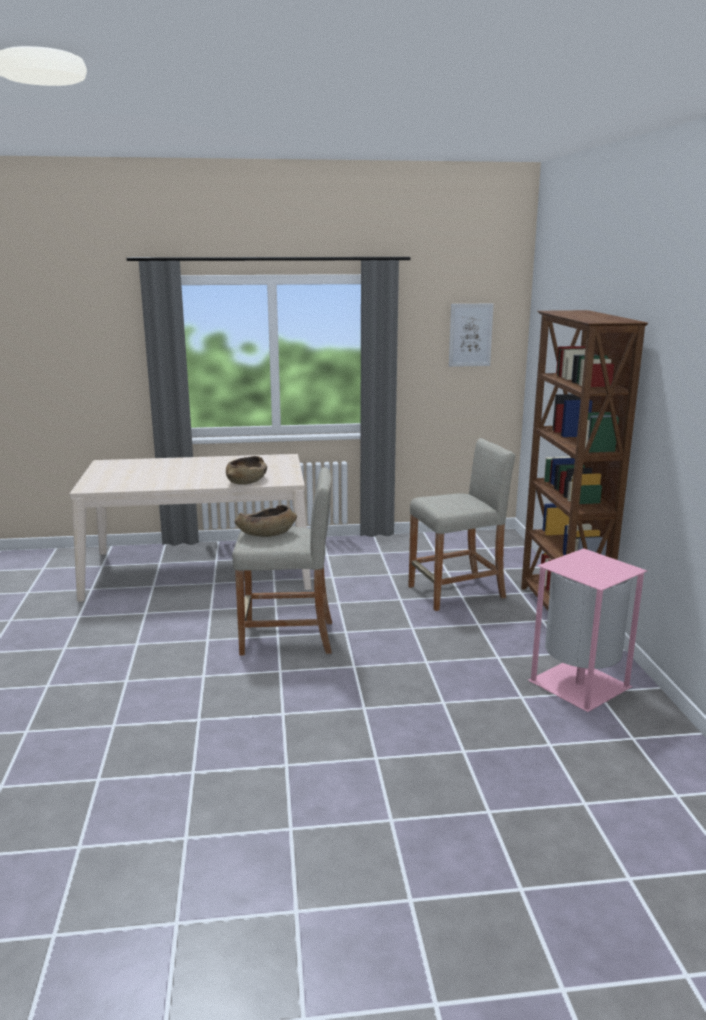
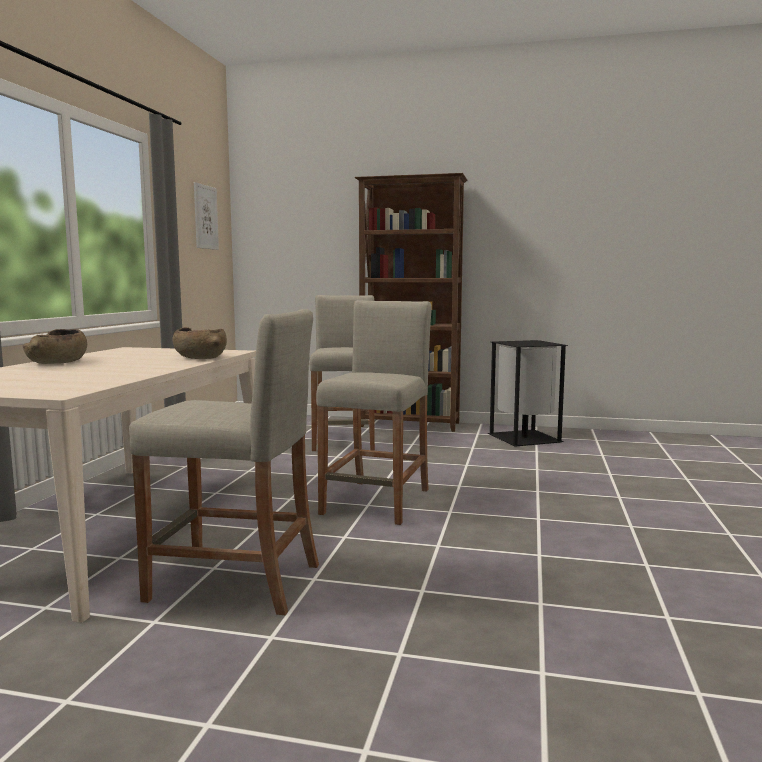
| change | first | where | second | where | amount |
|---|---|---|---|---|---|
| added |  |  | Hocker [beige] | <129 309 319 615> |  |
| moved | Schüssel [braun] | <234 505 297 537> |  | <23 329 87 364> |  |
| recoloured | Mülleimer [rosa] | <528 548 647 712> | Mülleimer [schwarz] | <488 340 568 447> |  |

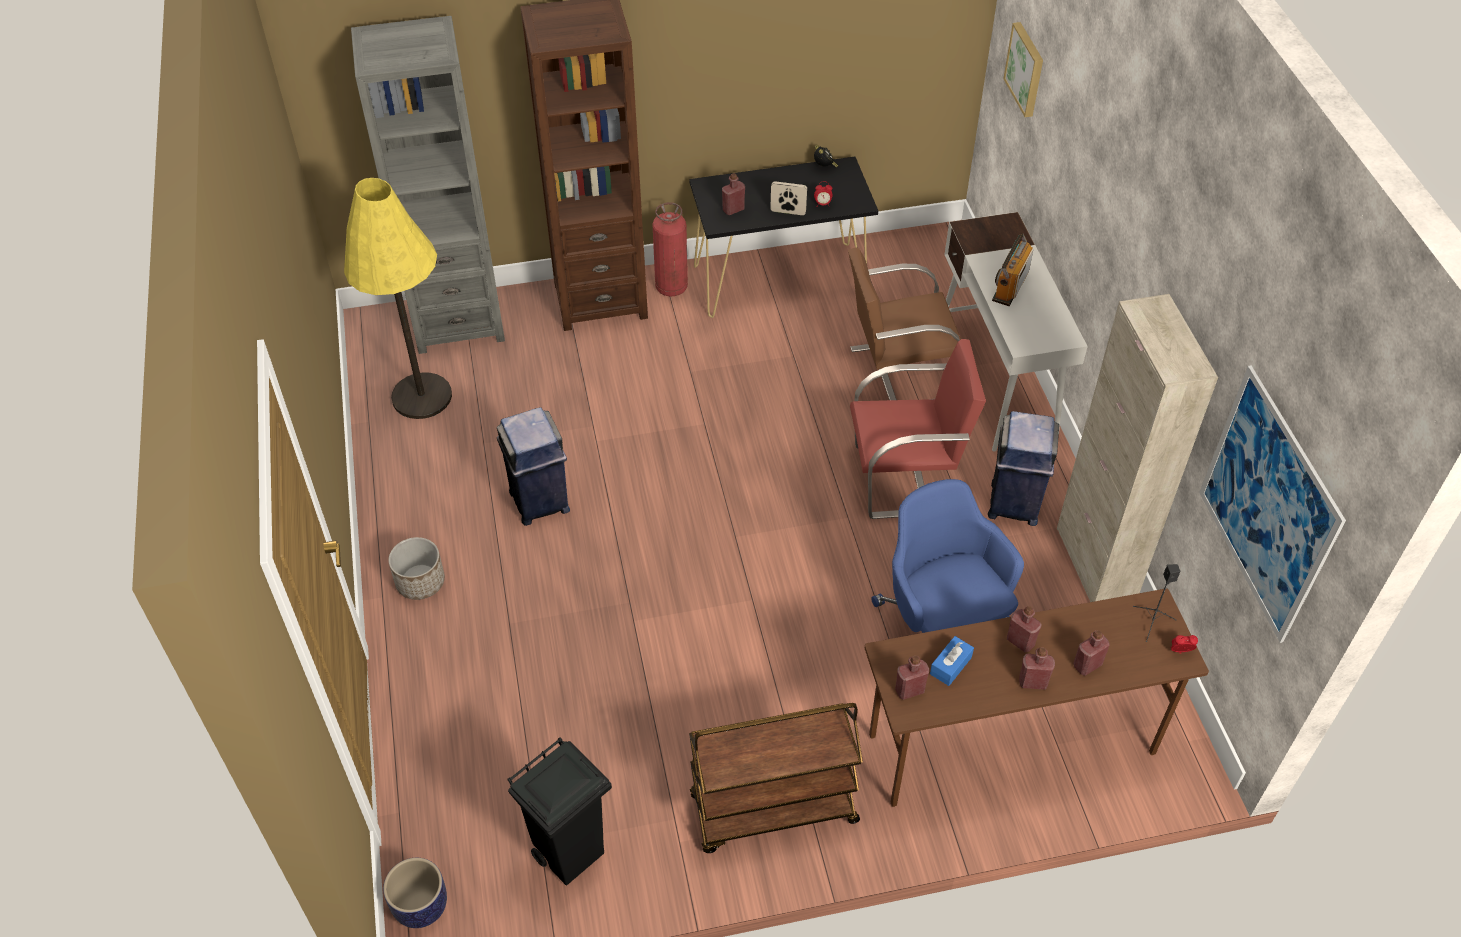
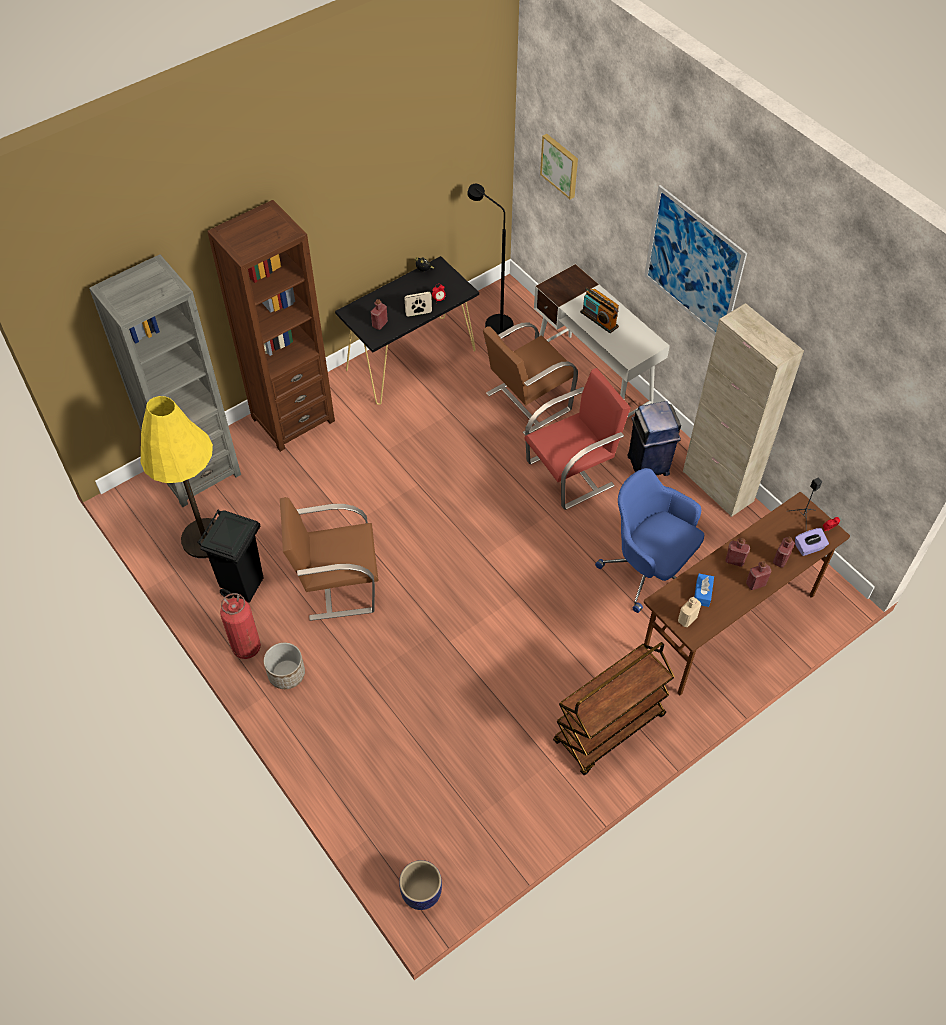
| change | first | where | second | where | amount |
|---|---|---|---|---|---|
| added |  |  | Stehlampe [schwarz] | <467 184 514 337> |  |
| added |  |  | Taschentuchbox [lila] | <795 528 829 556> |  |
| moved | Mülleimer [schwarz] | <507 737 612 885> |  | <197 510 263 603> |  |
| moved | Feuerlöscher | <652 202 688 296> |  | <220 593 261 659> |  |
| moved | Bild | <1199 365 1346 643> |  | <644 185 747 335> |  |
| replaced | Mülleimer [blau] | <497 407 570 526> | Stuhl [braun] | <280 497 378 621> |  |
| recoloured | Flasche [rot] | <895 655 929 700> | Flasche [beige] | <678 597 701 627> |  |
| turned | Radio | <992 233 1033 306> |  | <580 287 619 333> | 45 degrees counterclockwise |

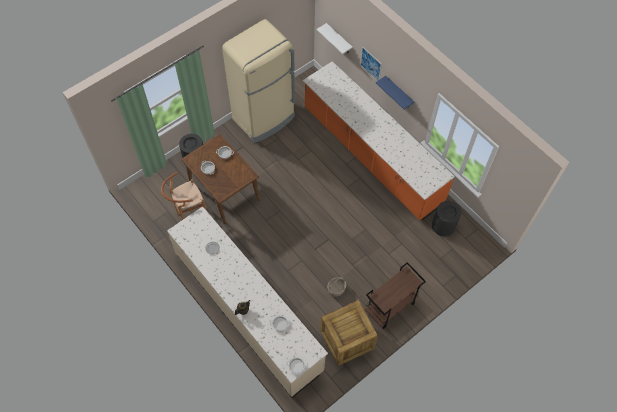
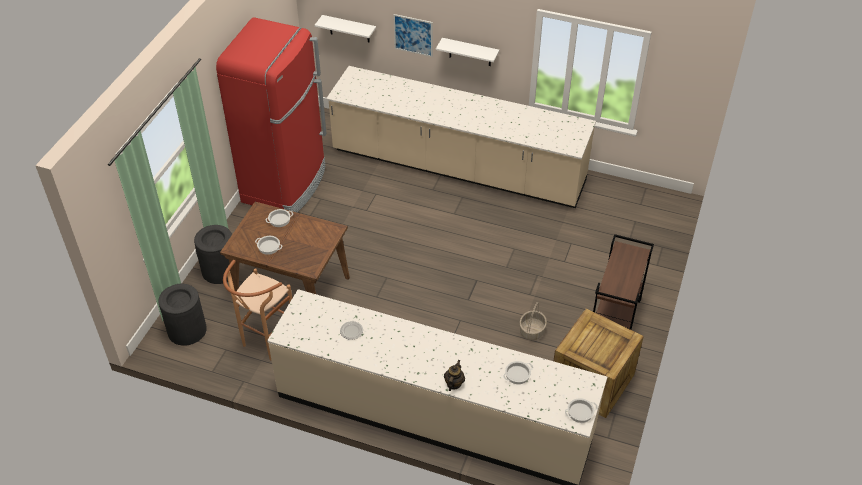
| change | first | where | second | where | amount |
|---|---|---|---|---|---|
| moved | Mülleimer [schwarz] | <432 201 461 237> |  | <158 284 207 346> |  |
| recoloured | Kühlschrank [beige] | <222 19 295 143> | Kühlschrank [rot] | <216 17 326 213> |  |
| recoloured | Küchenzeile [orange] | <303 61 455 221> | Küchenzeile [beige] | <326 66 596 208> |  |
| recoloured | Wandregal [blau] | <376 76 414 110> | Wandregal [weiß] | <436 38 499 66> |  |

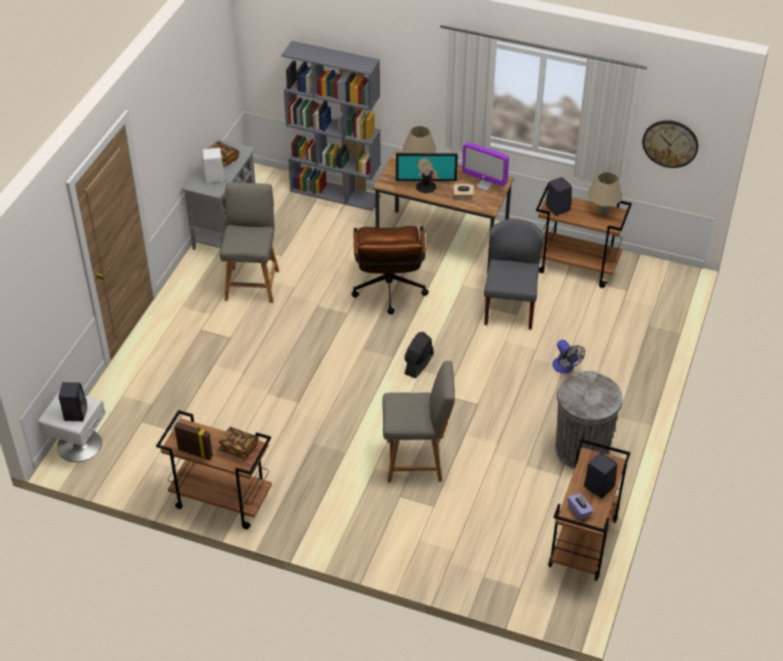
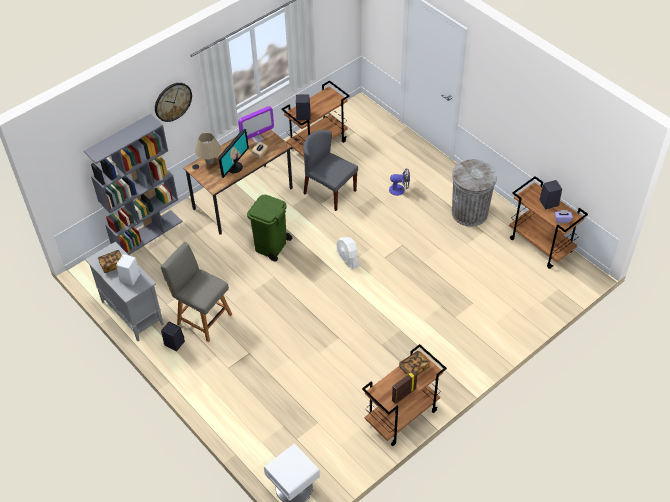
| change | first | where | second | where | amount |
|---|---|---|---|---|---|
| removed | Stuhl [grau] | <382 361 455 482> |  |  |  |
| removed | Tischlampe [beige] | <588 172 622 215> |  |  |  |
| moved | Lautsprecher [schwarz] | <59 382 87 421> |  | <161 321 185 351> |  |
| moved | Wanduhr | <642 120 698 168> |  | <155 83 192 122> |  |
| replaced | Bürostuhl [braun] | <351 226 429 315> | Mülleimer [grün] | <247 195 292 261> |  |
| recoloured | Ventilator [schwarz] | <404 332 434 378> | Ventilator [weiß] | <337 237 360 270> |  |

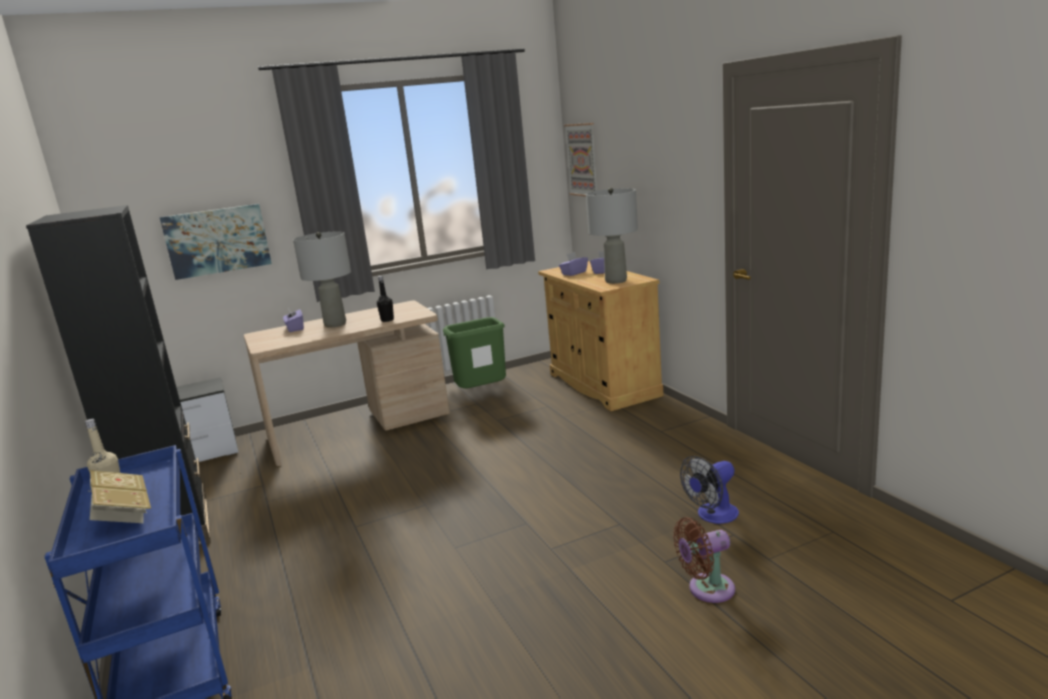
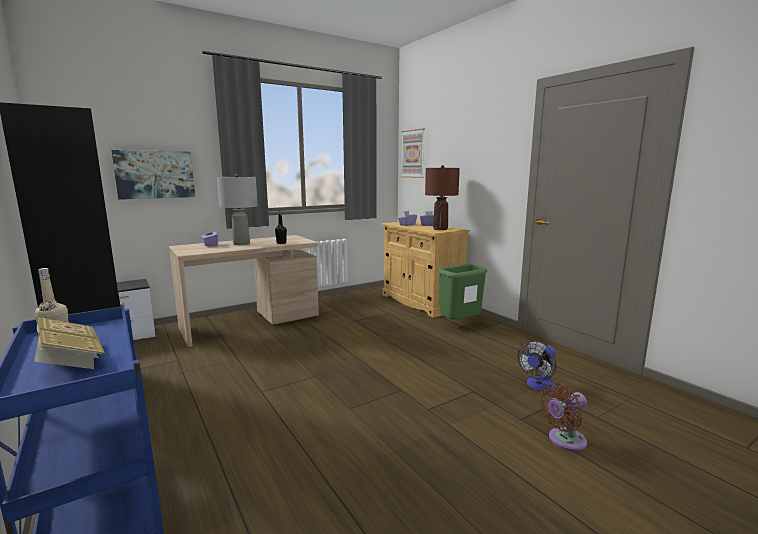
| change | first | where | second | where | amount |
|---|---|---|---|---|---|
| moved | Mülleimer [grün] | <443 317 506 388> |  | <437 264 488 320> |  |
| recoloured | Tischlampe [grau] | <586 188 638 284> | Tischlampe [braun] | <425 165 460 230> |  |

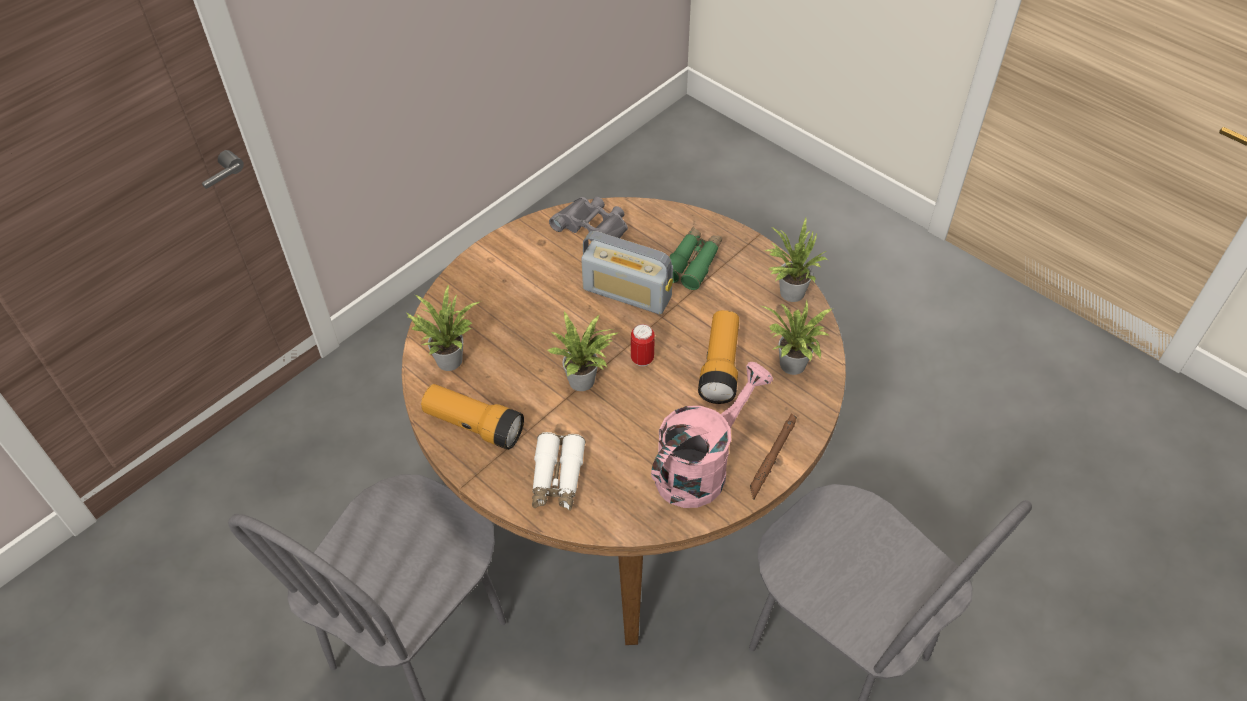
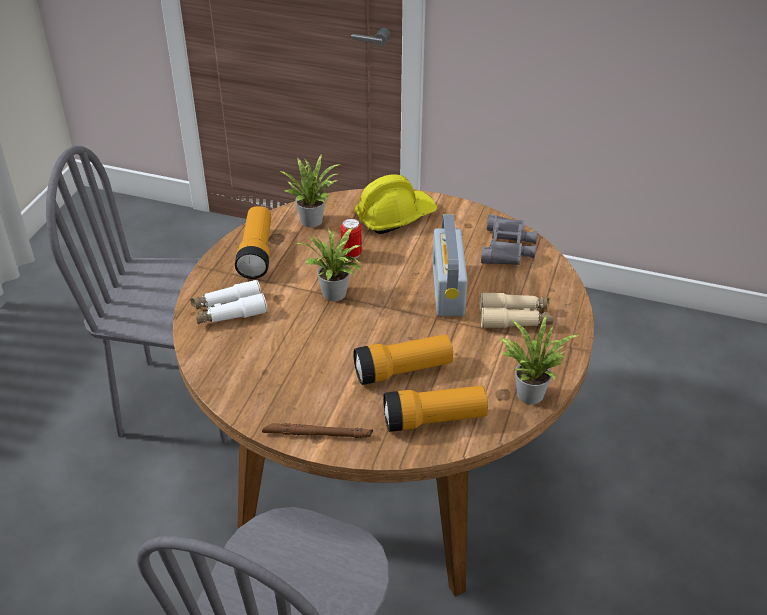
| change | first | where | second | where | amount |
|---|---|---|---|---|---|
| removed | Gießkanne [rosa] | <651 362 773 508> |  |  |  |
| added |  |  | Schutzhelm [gelb] | <355 174 437 234> |  |
| moved | Dose | <631 324 655 366> |  | <341 218 362 259> |  |
| replaced | Topfpflanze | <761 301 834 375> | Taschenlampe | <383 386 488 432> |  |
| recoloured | Fernglas [grün] | <669 227 722 290> | Fernglas [beige] | <480 292 553 328> |  |

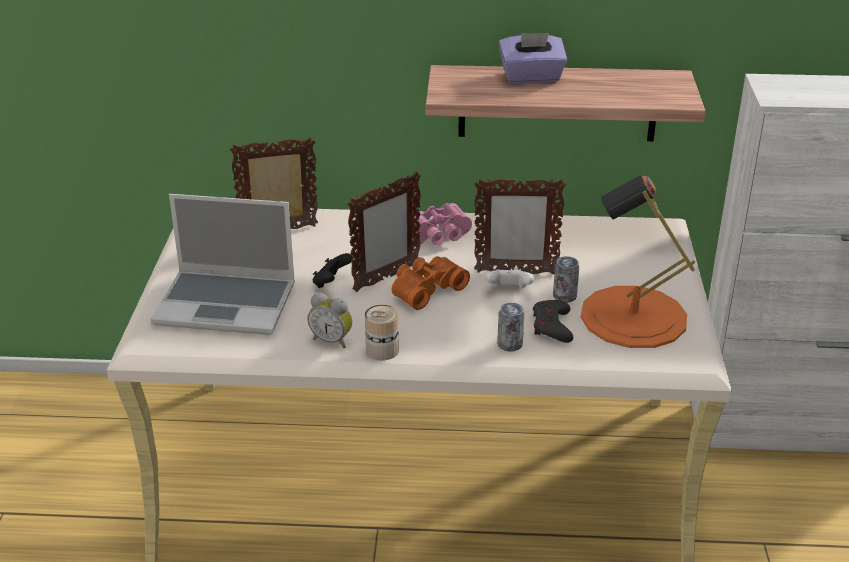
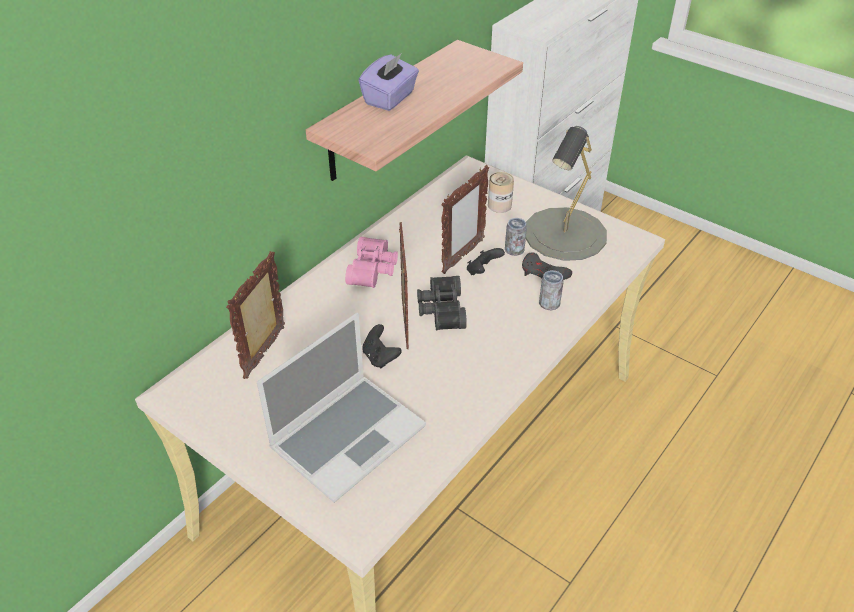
| change | first | where | second | where | amount |
|---|---|---|---|---|---|
| removed | Wecker | <307 293 352 348> |  |  |  |
| moved | Dose | <365 305 399 360> |  | <488 172 514 213> |  |
| recoloured | Fernglas [orange] | <392 256 470 310> | Fernglas [schwarz] | <417 276 467 330> |  |
| recoloured | Gamepad [weiß] | <485 268 534 288> | Gamepad [schwarz] | <467 248 505 275> |  |
| recoloured | Tischlampe [orange] | <581 175 695 348> | Tischlampe [grau] | <526 126 607 261> |  |

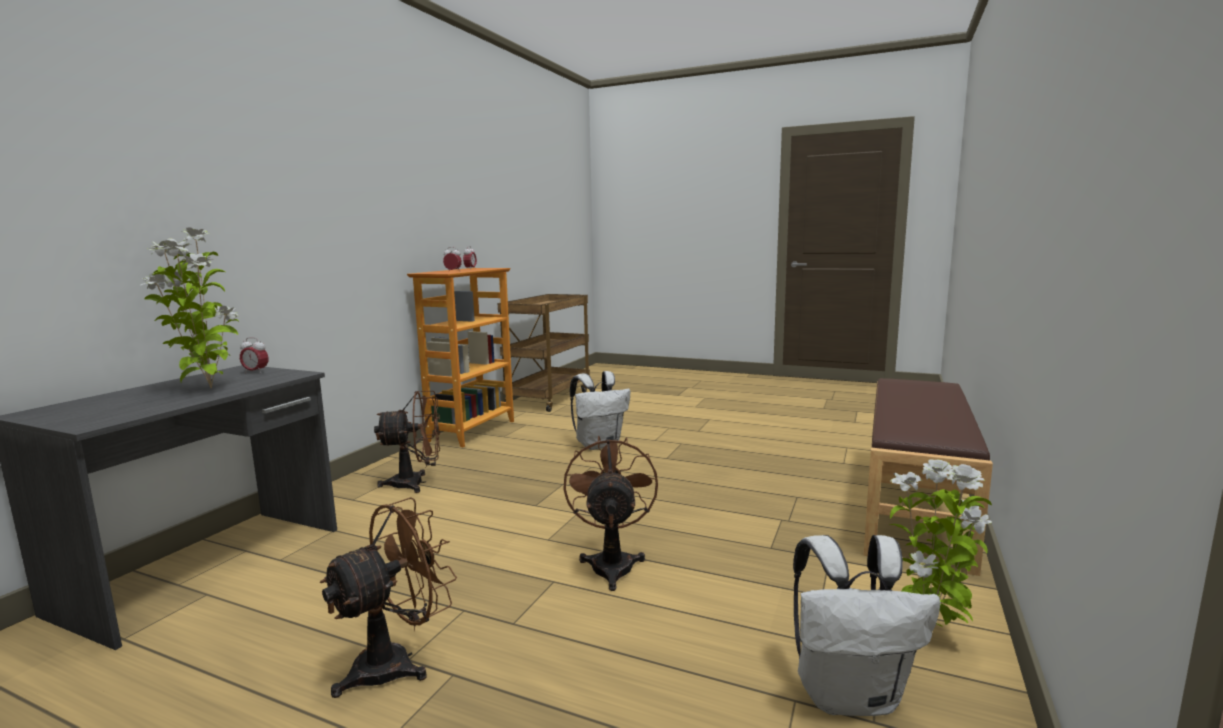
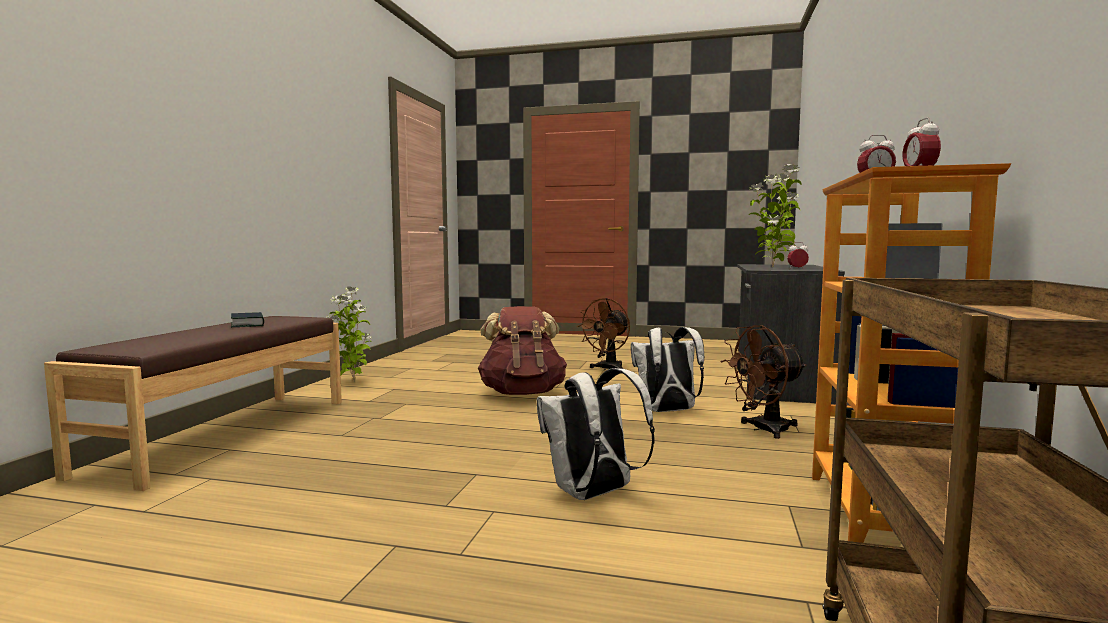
| change | first | where | second | where | amount |
|---|---|---|---|---|---|
| added |  |  | Buch | <231 312 264 327> |  |
| moved | Rucksack [weiß] | <793 535 941 716> |  | <631 327 704 412> |  |
| replaced | Ventilator [braun] | <564 436 658 591> | Rucksack [braun] | <478 306 567 395> |  |

